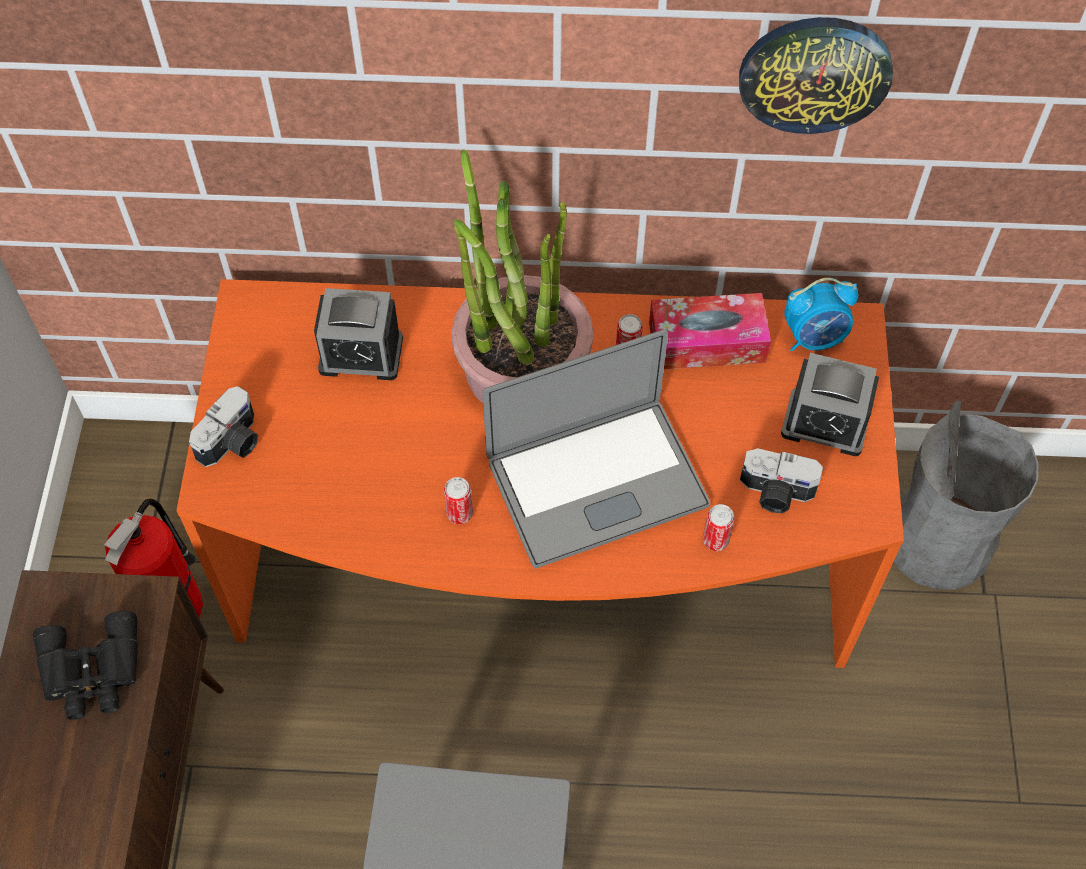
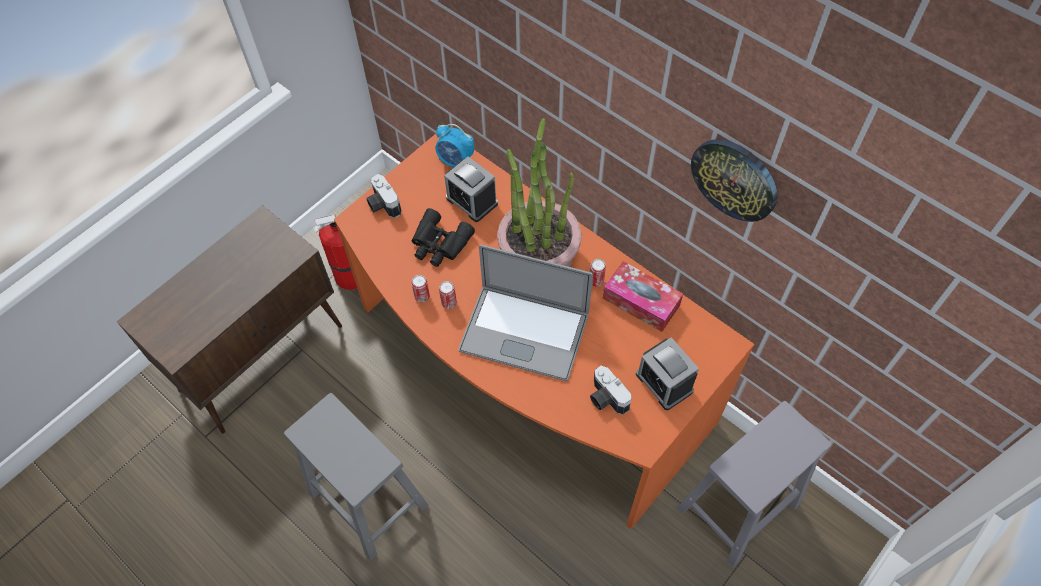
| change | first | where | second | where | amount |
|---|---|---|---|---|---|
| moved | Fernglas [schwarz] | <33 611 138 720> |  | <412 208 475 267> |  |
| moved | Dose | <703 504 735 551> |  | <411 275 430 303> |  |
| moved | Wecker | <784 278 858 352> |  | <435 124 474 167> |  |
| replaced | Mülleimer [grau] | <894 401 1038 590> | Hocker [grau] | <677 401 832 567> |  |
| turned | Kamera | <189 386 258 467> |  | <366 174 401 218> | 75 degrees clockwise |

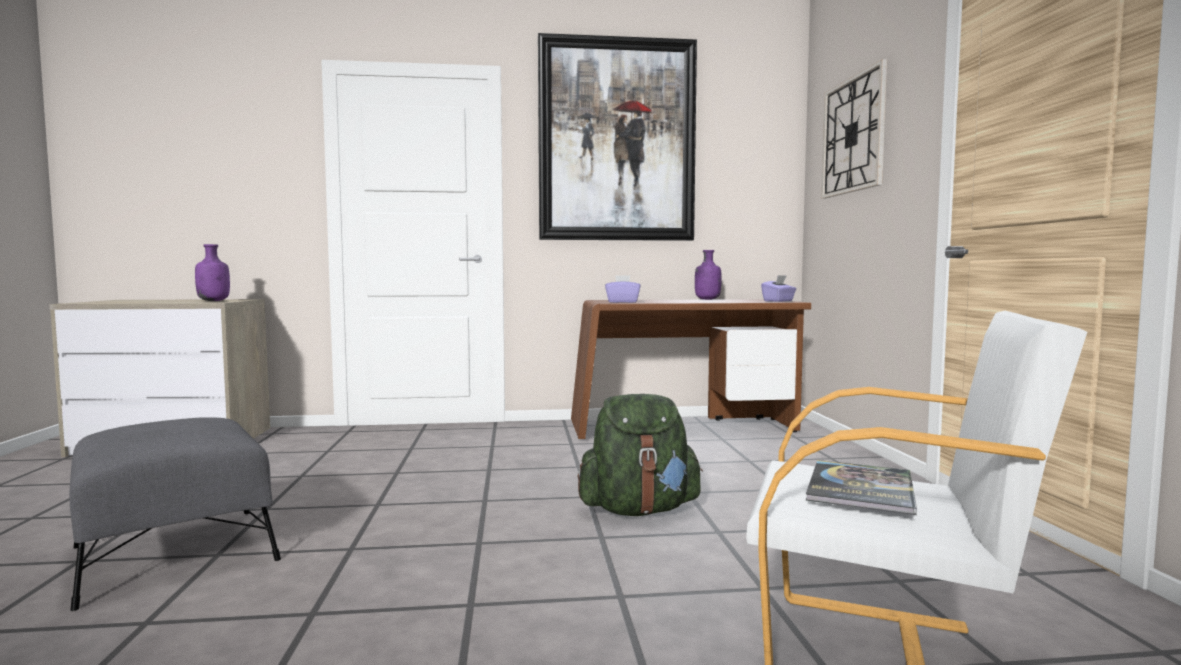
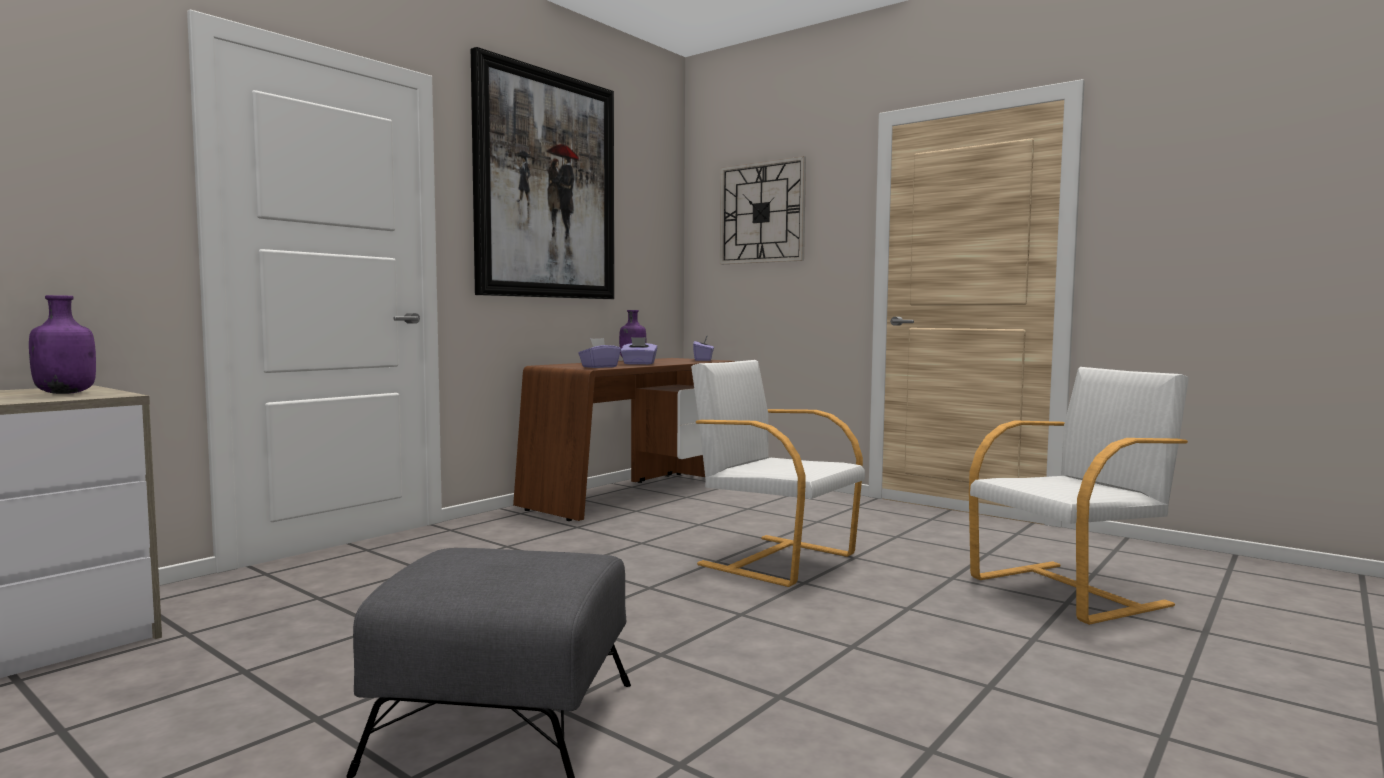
| change | first | where | second | where | amount |
|---|---|---|---|---|---|
| removed | Buch | <805 460 917 515> |  |  |  |
| added |  |  | Taschentuchbox [lila] | <621 337 658 365> |  |
| replaced | Rucksack [grün] | <578 394 703 516> | Sessel [weiß] | <691 360 865 587> |  |

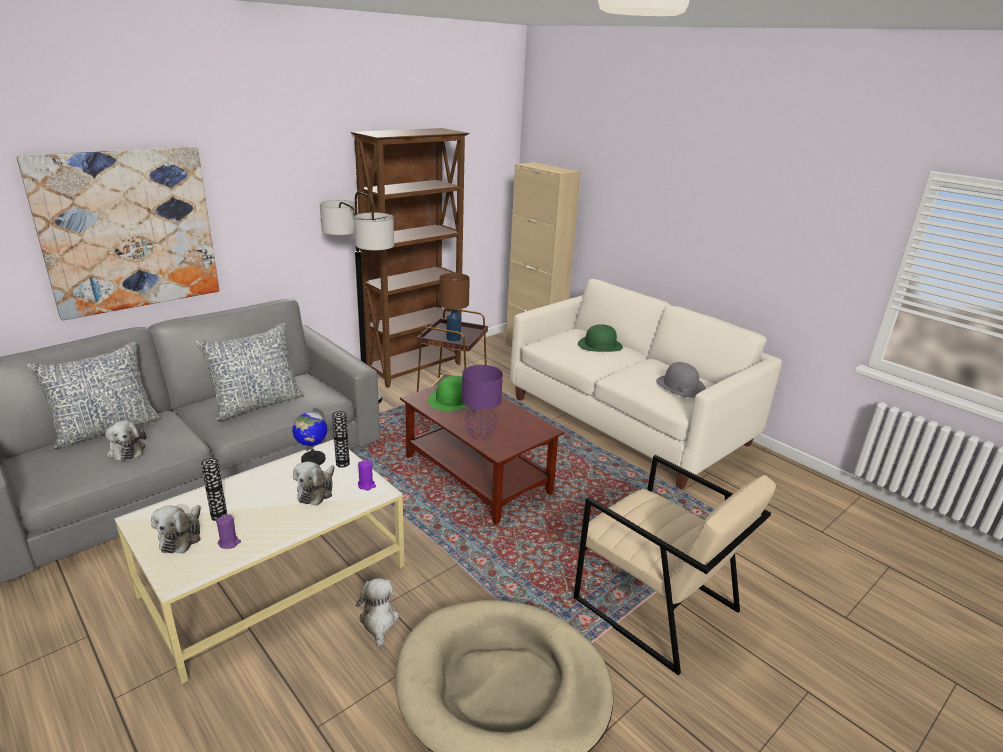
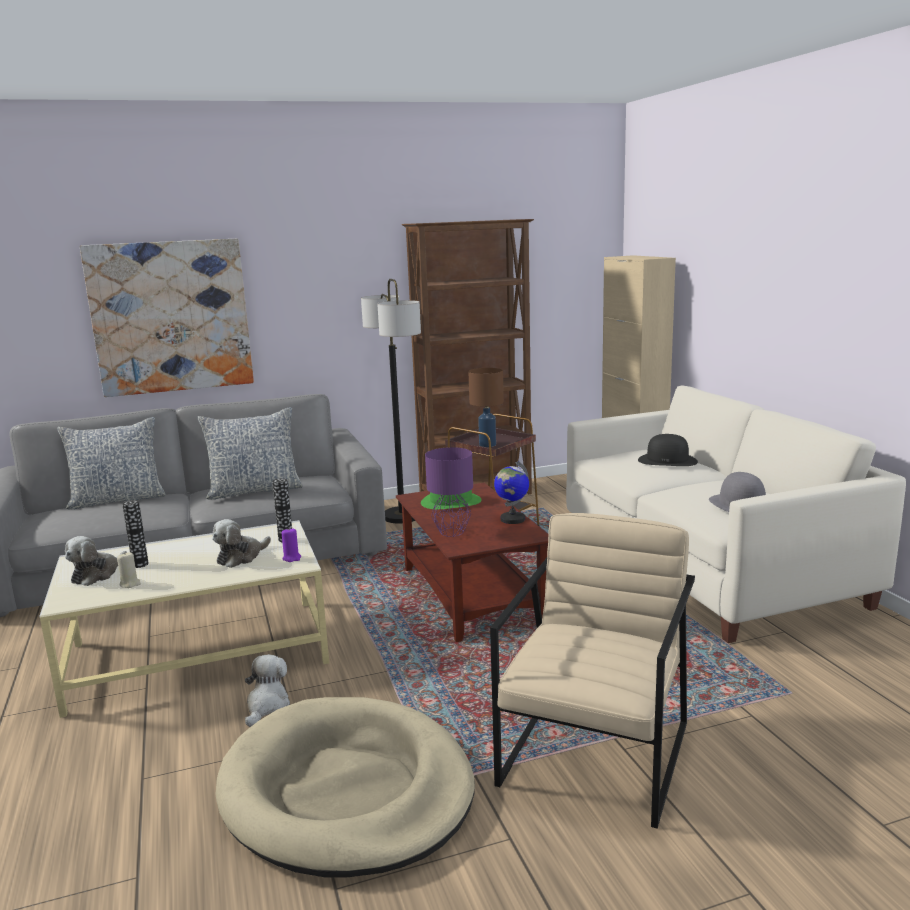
| change | first | where | second | where | amount |
|---|---|---|---|---|---|
| removed | Plüschtier | <106 420 147 461> |  |  |  |
| moved | Globus | <292 408 327 465> |  | <494 461 529 524> |  |
| recoloured | Kerze [lila] | <216 514 241 549> | Kerze [beige] | <117 553 141 588> |  |
| recoloured | Hut [grün] | <578 324 623 352> | Hut [schwarz] | <638 434 698 466> |  |
| turned | Sessel [beige] | <573 455 776 675> |  | <490 513 695 829> | 135 degrees counterclockwise |

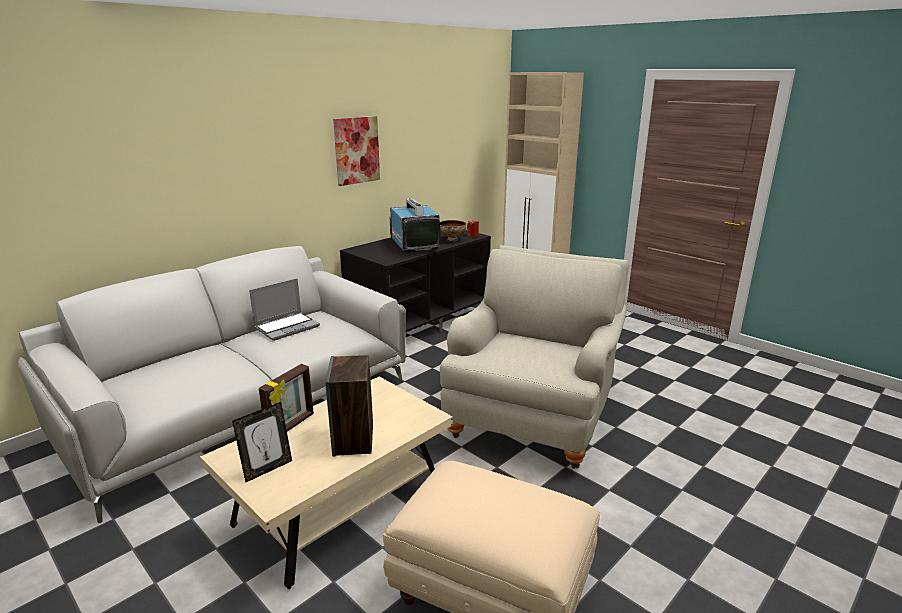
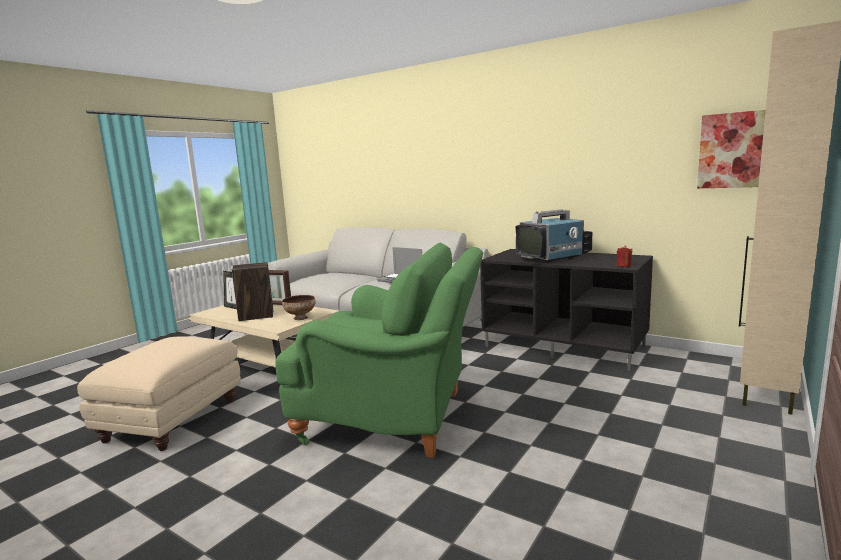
| change | first | where | second | where | amount |
|---|---|---|---|---|---|
| moved | Bild | <333 116 380 186> |  | <697 110 766 188> |  |
| moved | Schüssel | <440 220 466 242> |  | <282 295 316 320> |  |
| recoloured | Sessel [beige] | <440 245 629 469> | Sessel [grün] | <275 243 483 458> |  |

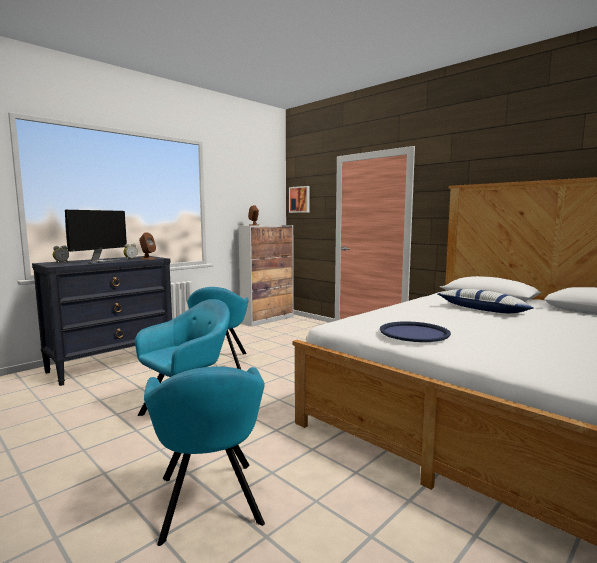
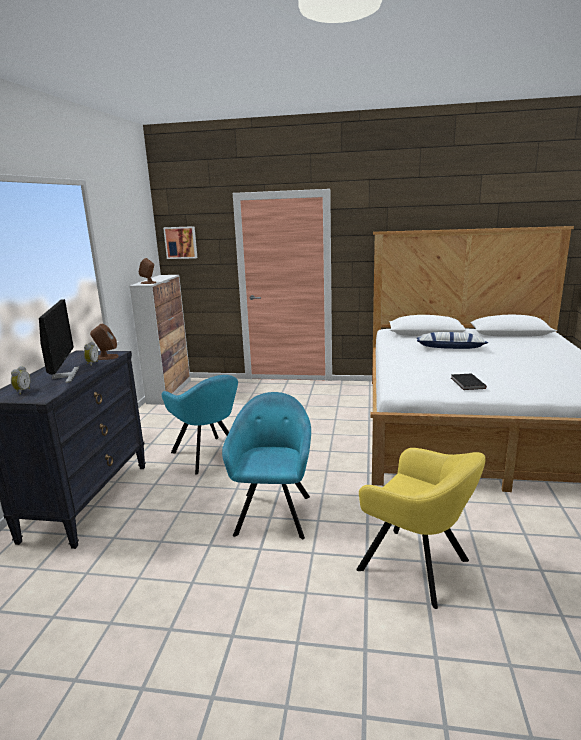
| change | first | where | second | where | amount |
|---|---|---|---|---|---|
| replaced | Tablett [blau] | <380 321 451 342> | Buch [schwarz] | <451 373 487 390> |  |
| recoloured | Sessel [türkis] | <144 366 265 546> | Sessel [gelb] | <356 448 486 609> |  |

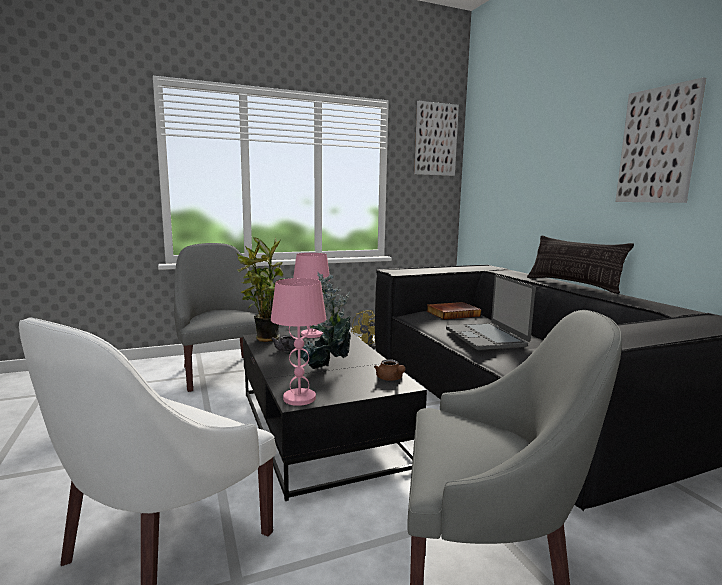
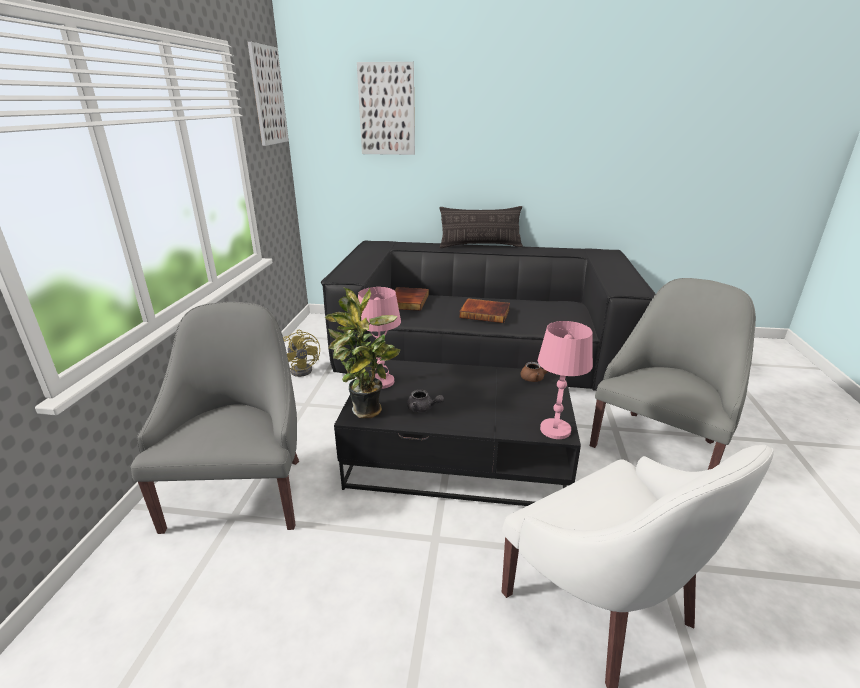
| change | first | where | second | where | amount |
|---|---|---|---|---|---|
| removed | Topfpflanze | <296 272 351 369> |  |  |  |
| moved | Bild | <615 77 706 203> |  | <357 62 415 155> |  |
| replaced | Laptop | <446 274 535 350> | Buch | <459 298 510 323> |  |
| turned | Sessel [grau] | <174 243 279 392> |  | <131 302 299 534> | 90 degrees clockwise |

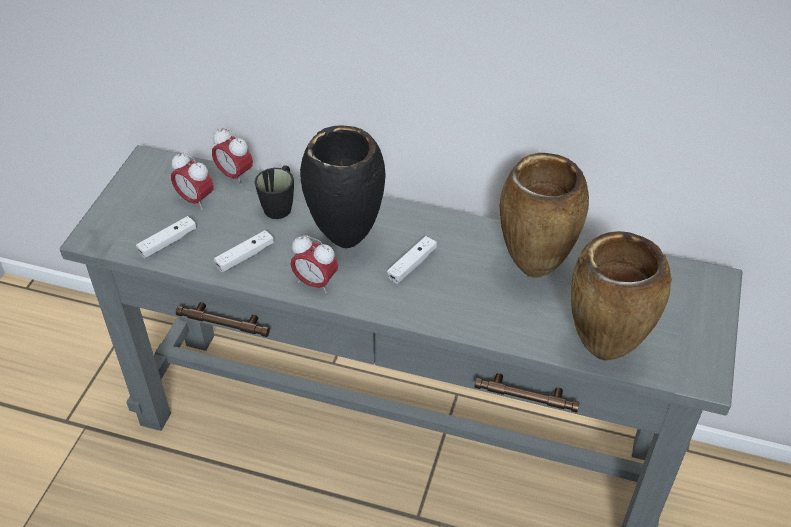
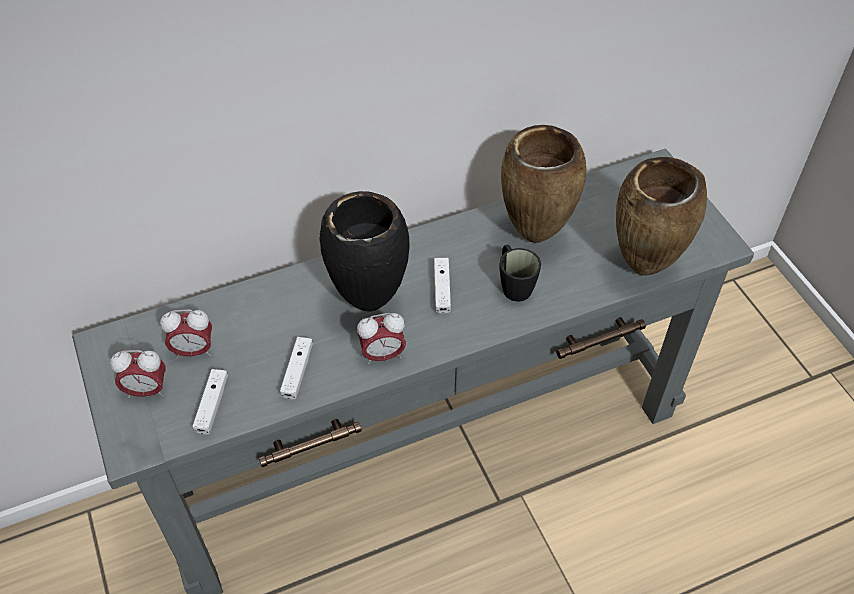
| change | first | where | second | where | amount |
|---|---|---|---|---|---|
| moved | Wecker | <212 128 253 185> |  | <110 350 166 398> |  |
| moved | Henkelbecher [schwarz] | <255 165 294 219> |  | <500 245 541 302> |  |

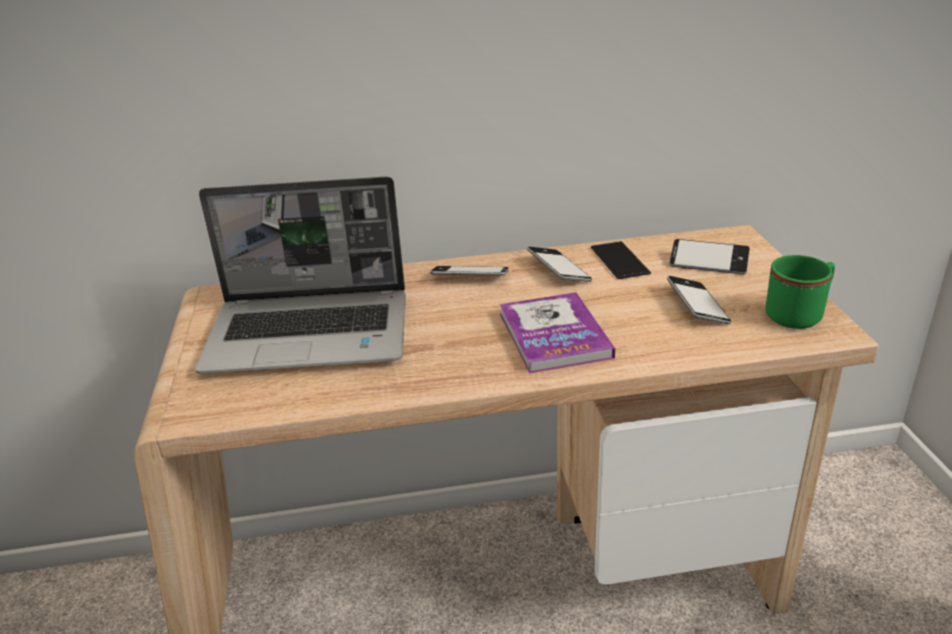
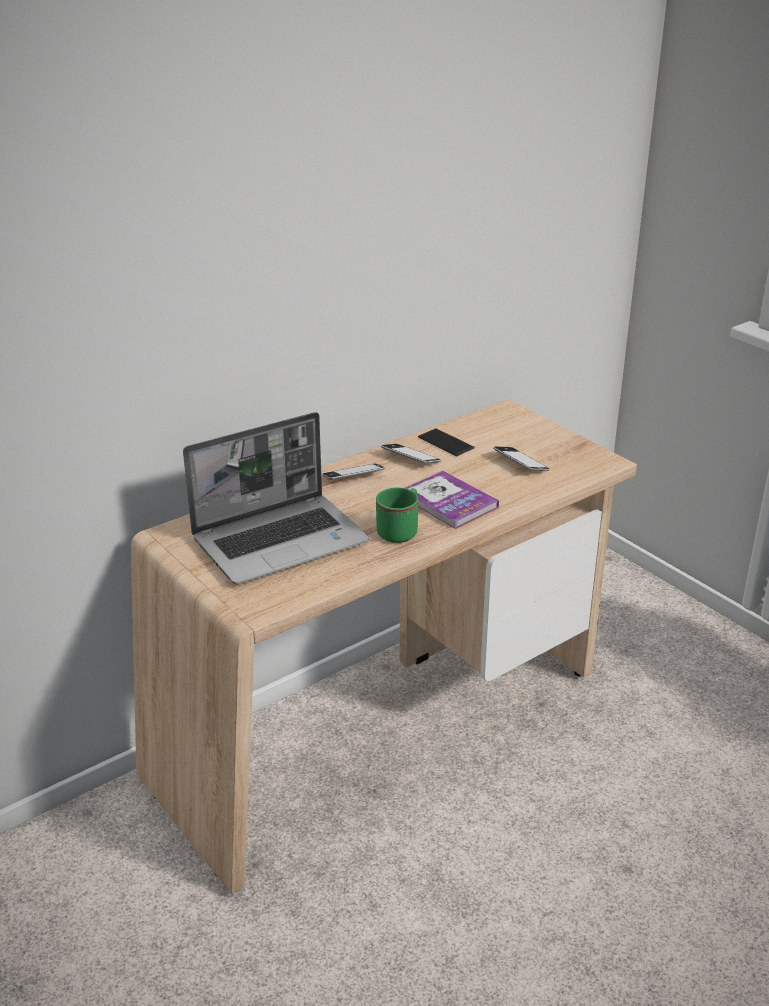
| change | first | where | second | where | amount |
|---|---|---|---|---|---|
| removed | Handy | <669 239 750 274> |  |  |  |
| moved | Henkelbecher [grün] | <766 255 835 329> |  | <376 488 418 543> |  |

